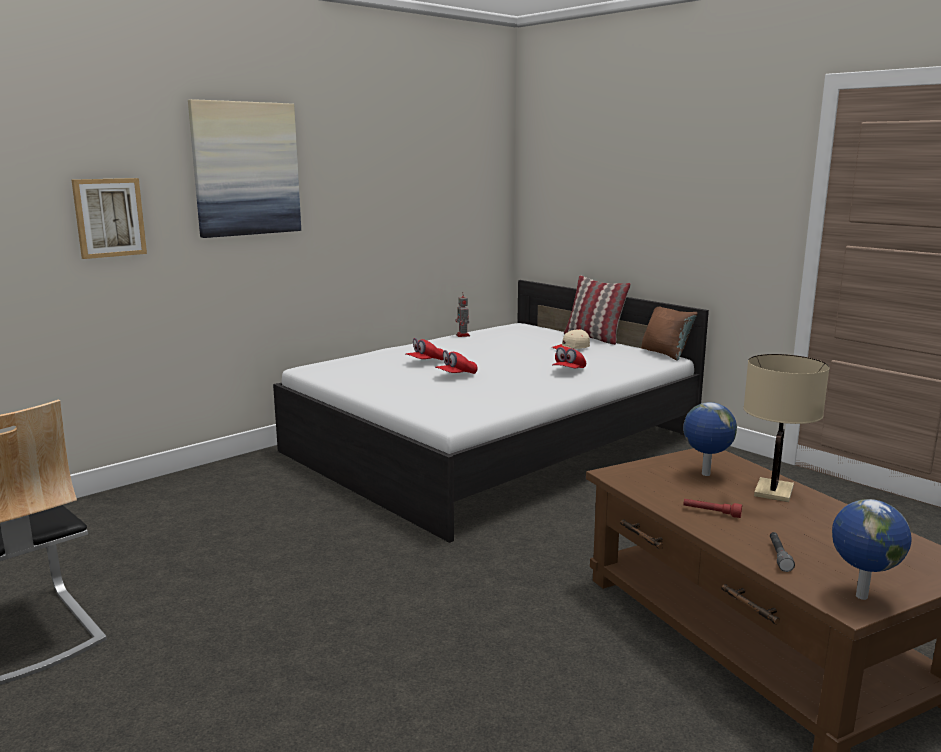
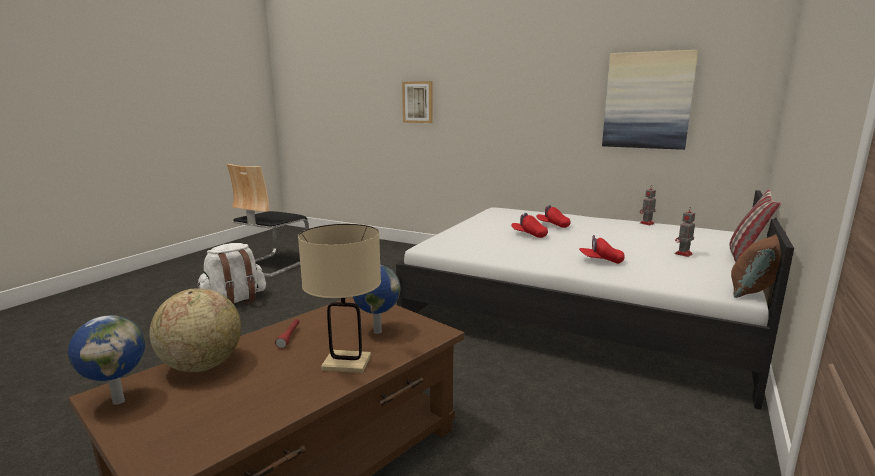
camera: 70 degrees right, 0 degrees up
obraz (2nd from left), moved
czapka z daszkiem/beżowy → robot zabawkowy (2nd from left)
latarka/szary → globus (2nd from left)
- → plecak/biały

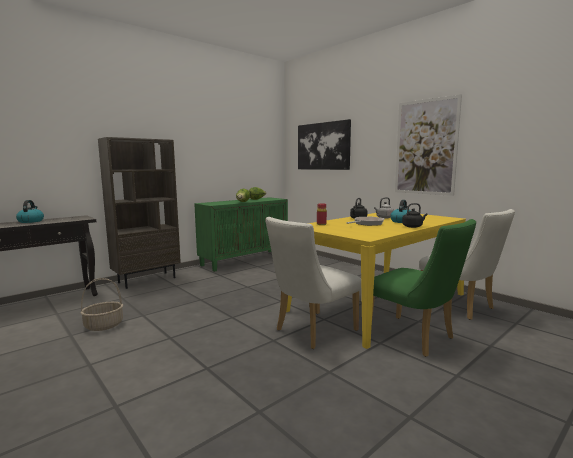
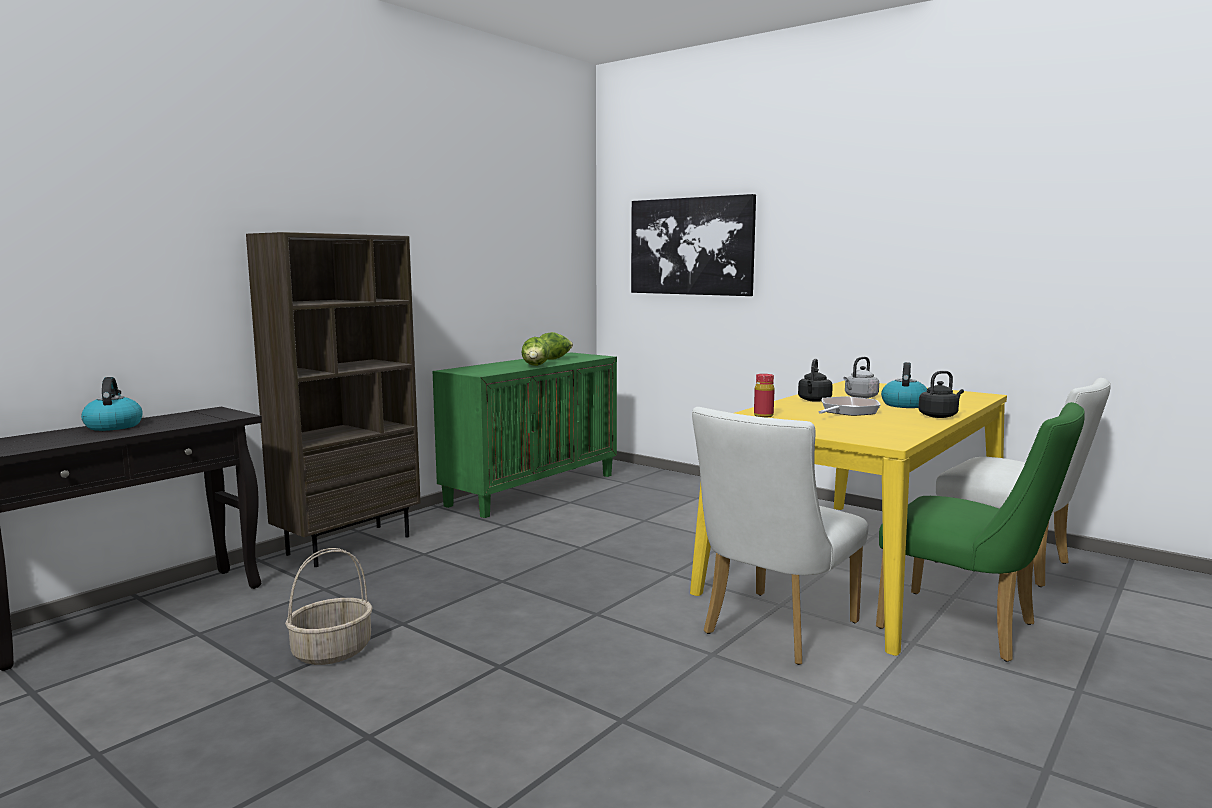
camera: 10 degrees left, 0 degrees up
obraz (2nd from left) → -

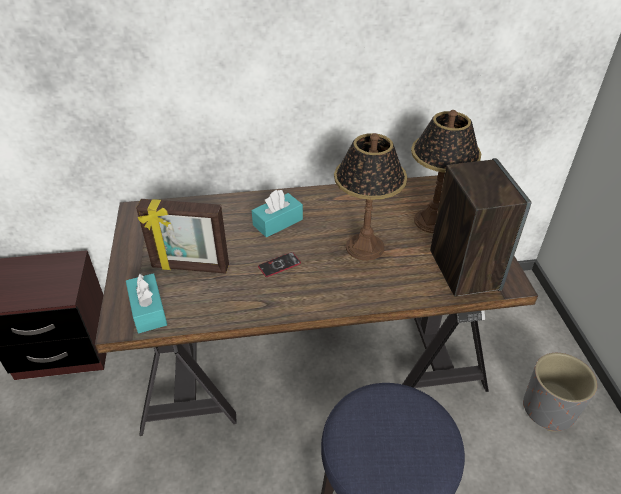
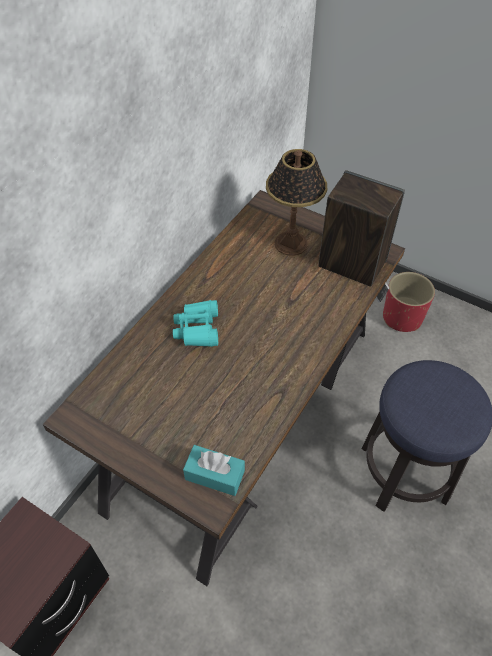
camera: 50 degrees left, 10 degrees up
ramka na zdjęcie → -
pudełko chusteczek/turkusowy (2nd from left) → lornetka/turkusowy
telefon → -
lampa stołowa (1st from left) → -
donica/szary → donica/czerwony

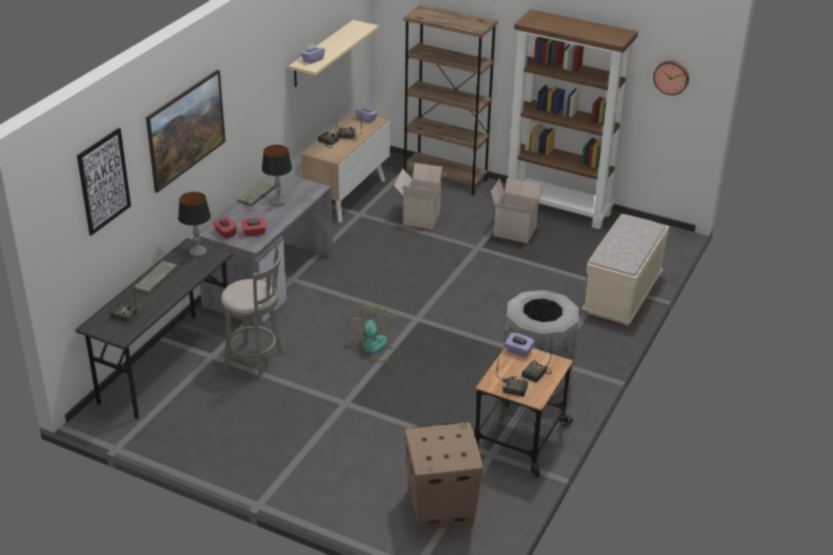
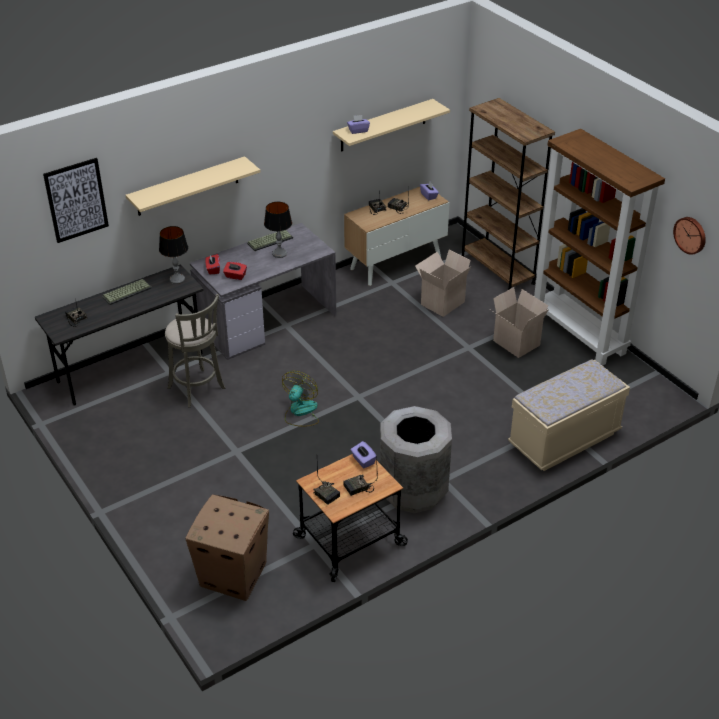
camera: 30 degrees right, 5 degrees up
obraz (2nd from left) → półka/beżowy (1st from left)

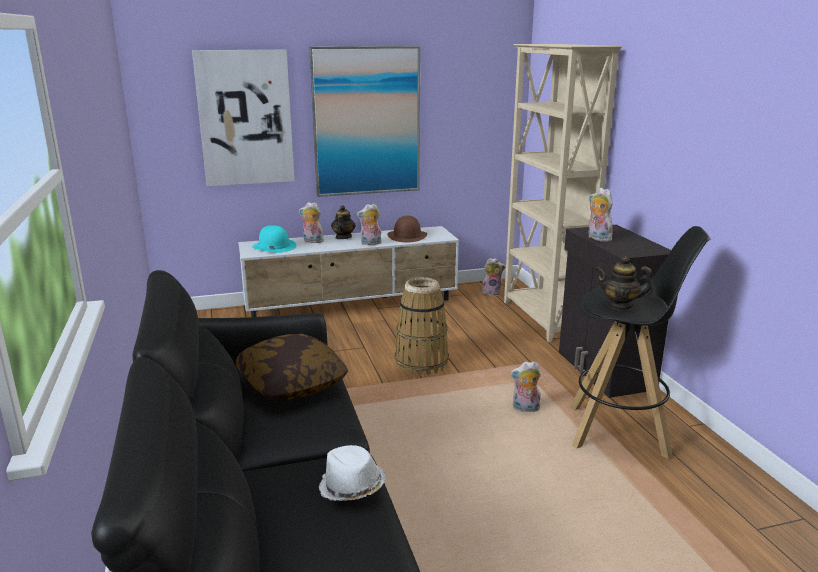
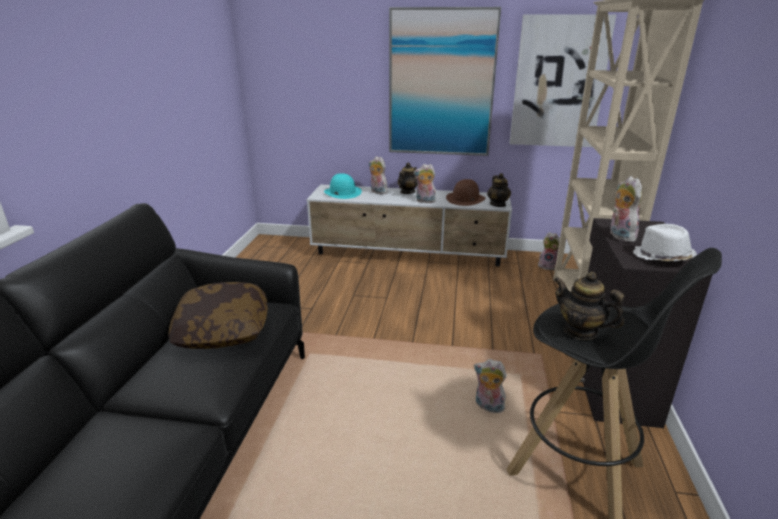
camera: 25 degrees right, 5 degrees up
obraz (1st from left in the first image) → obraz (2nd from left), moved
kapelusz/biały, moved
koszyk → -
- → imbryk (2nd from left)

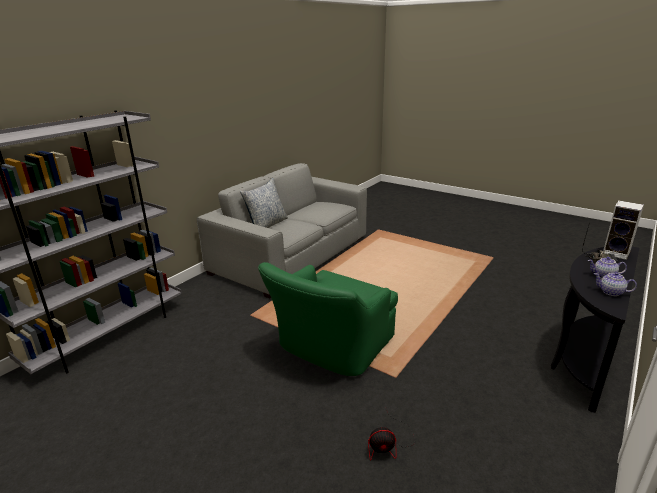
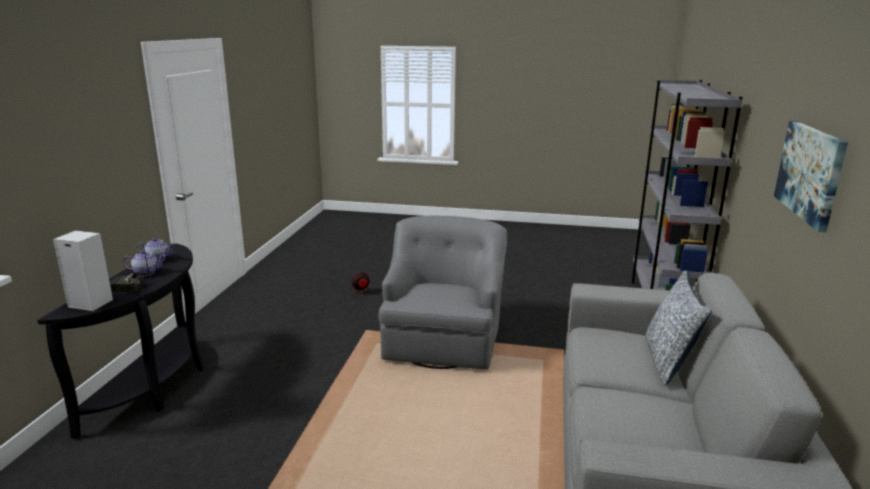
camera: 155 degrees right, 5 degrees down
fotel/zielony → fotel/szary
- → obraz

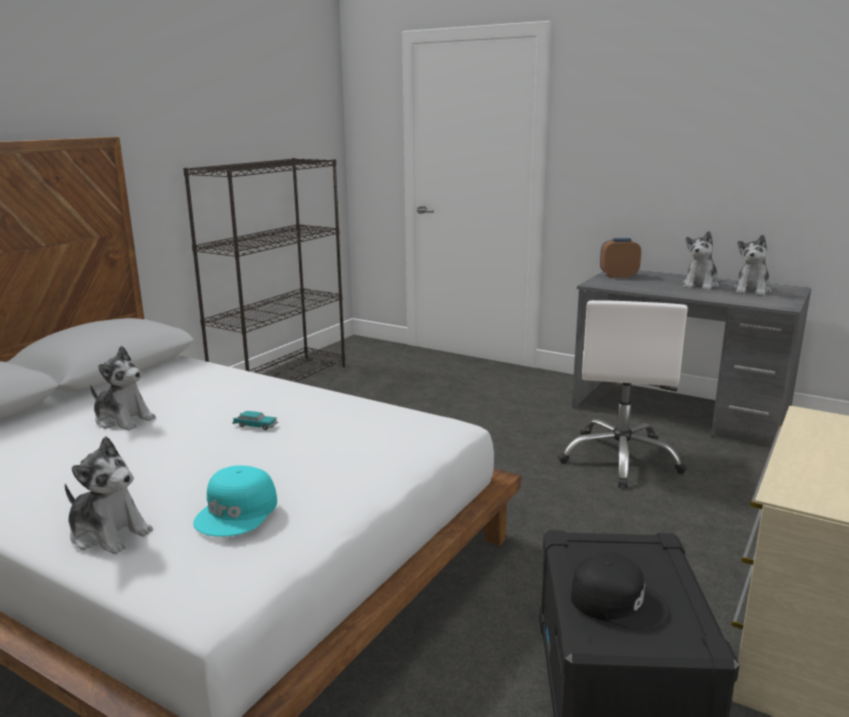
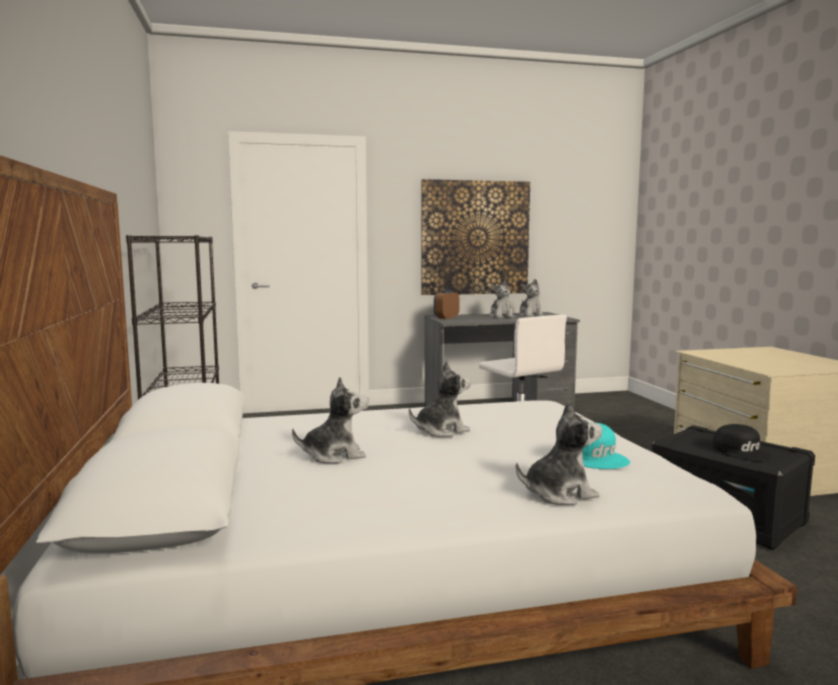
camera: 45 degrees left, 10 degrees down
samochodzik → pluszak (2nd from left)
czapka z daszkiem/czarny, 90 degrees clockwise
- → obraz

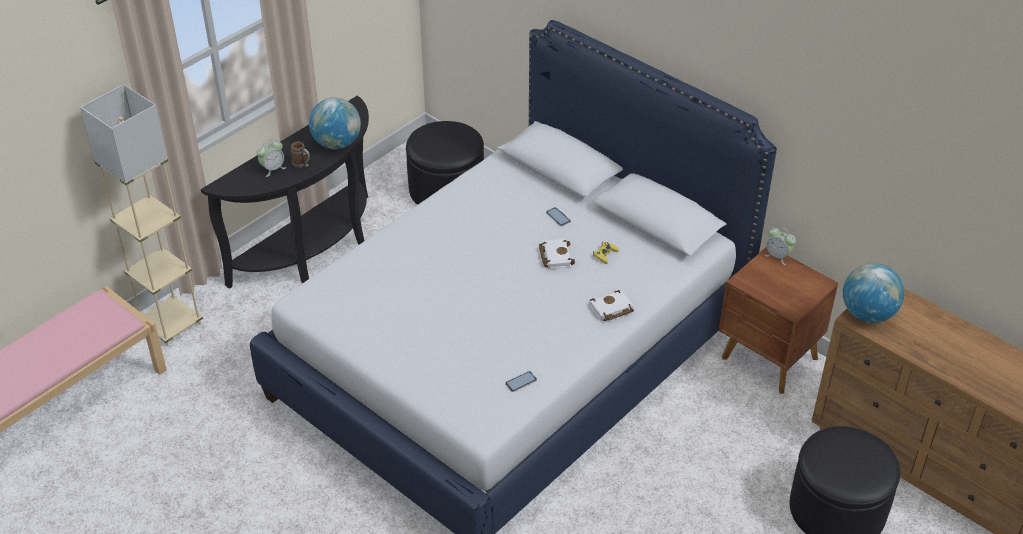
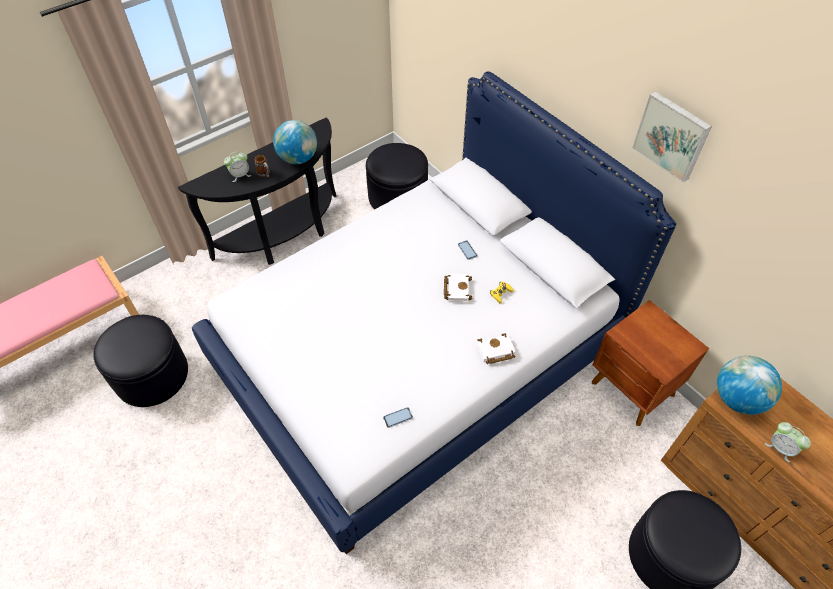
camera: 10 degrees right, 10 degrees up
lampa stojąca/beżowy → -
budzik (2nd from left), moved
- → pufa/czarny (1st from left)
- → obraz

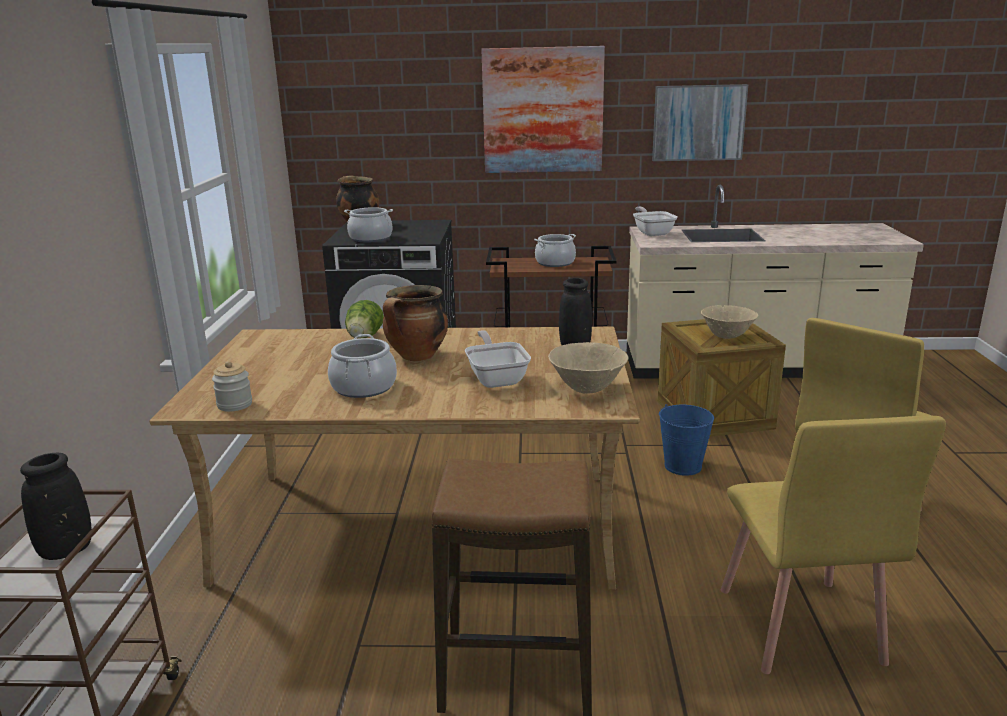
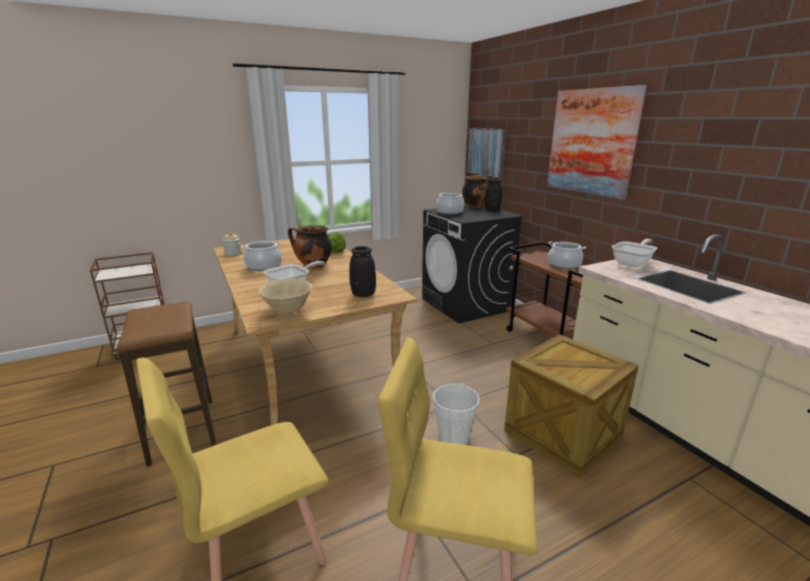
camera: 60 degrees right, 0 degrees up
wazon/czarny (1st from left in the first image) → wazon/czarny (2nd from left), moved
obraz (2nd from left in the first image) → obraz (1st from left), moved
wiadro/niebieski → wiadro/biały
miska/beżowy (2nd from left) → -

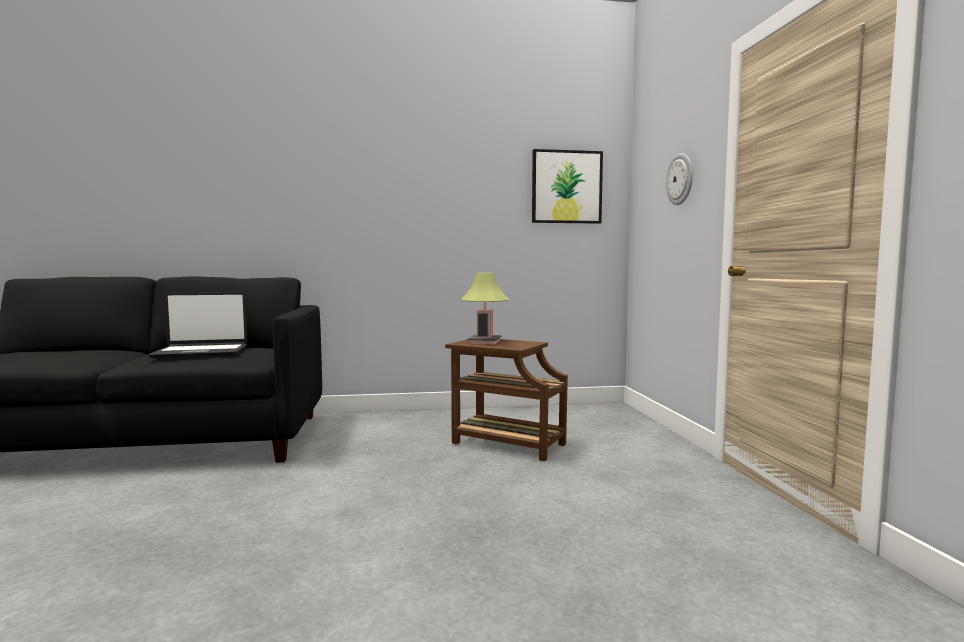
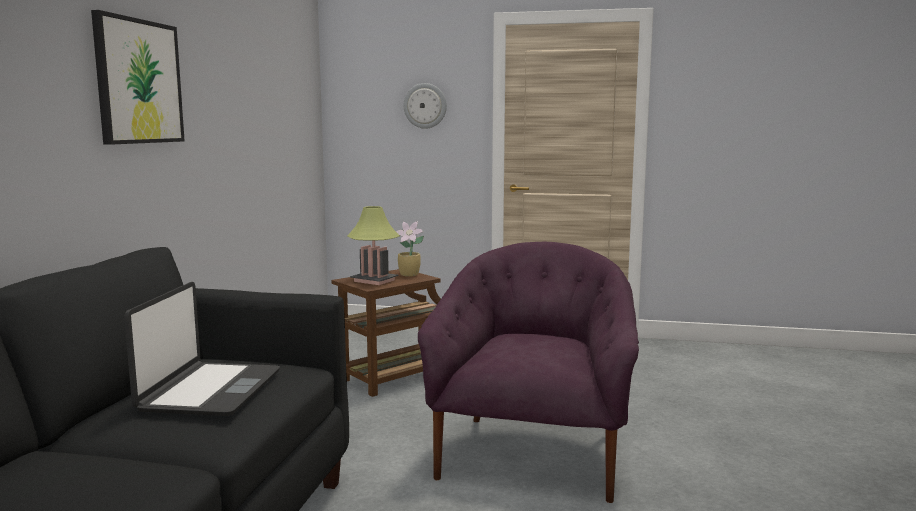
camera: 70 degrees left, 5 degrees up
obraz, moved
- → roślina doniczkowa
- → fotel/fioletowy

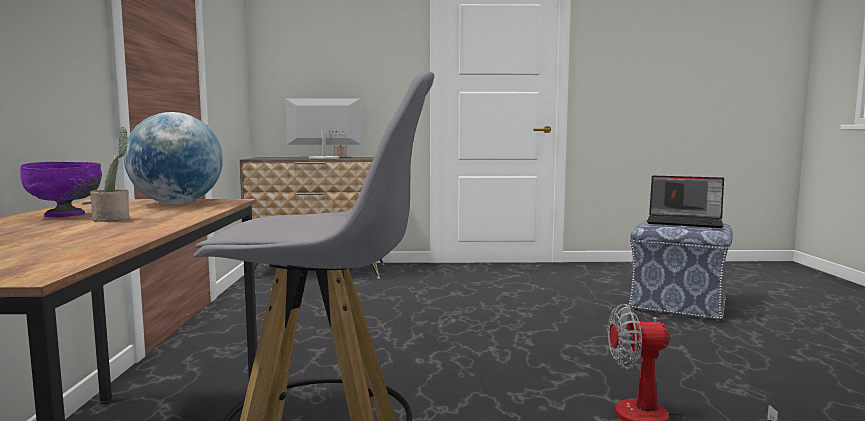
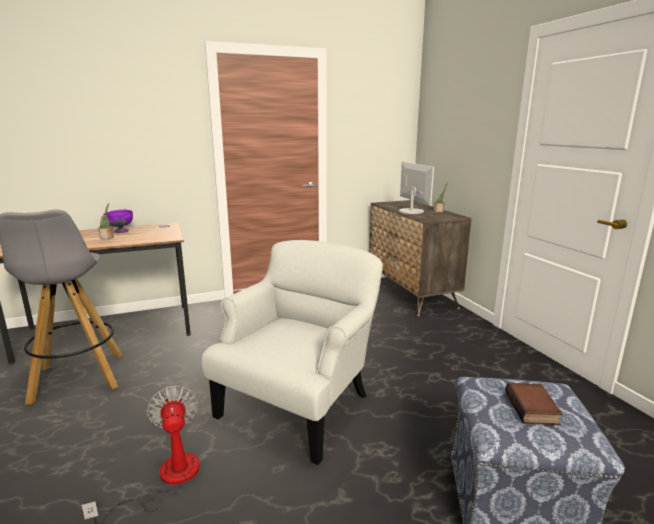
camera: 70 degrees right, 10 degrees up
globus → -
laptop → książka
- → fotel/biały

